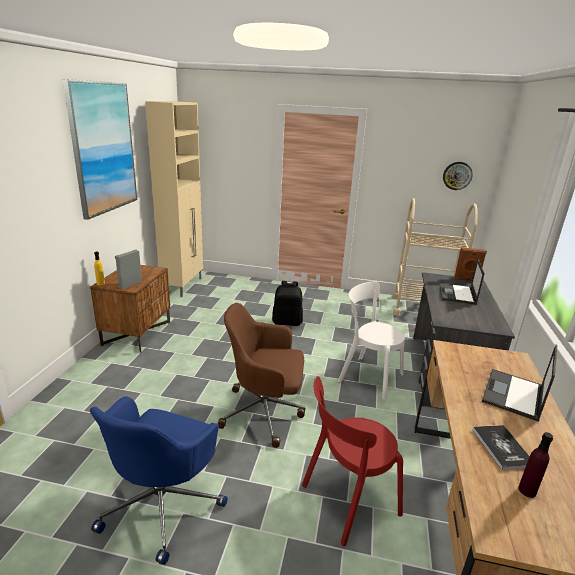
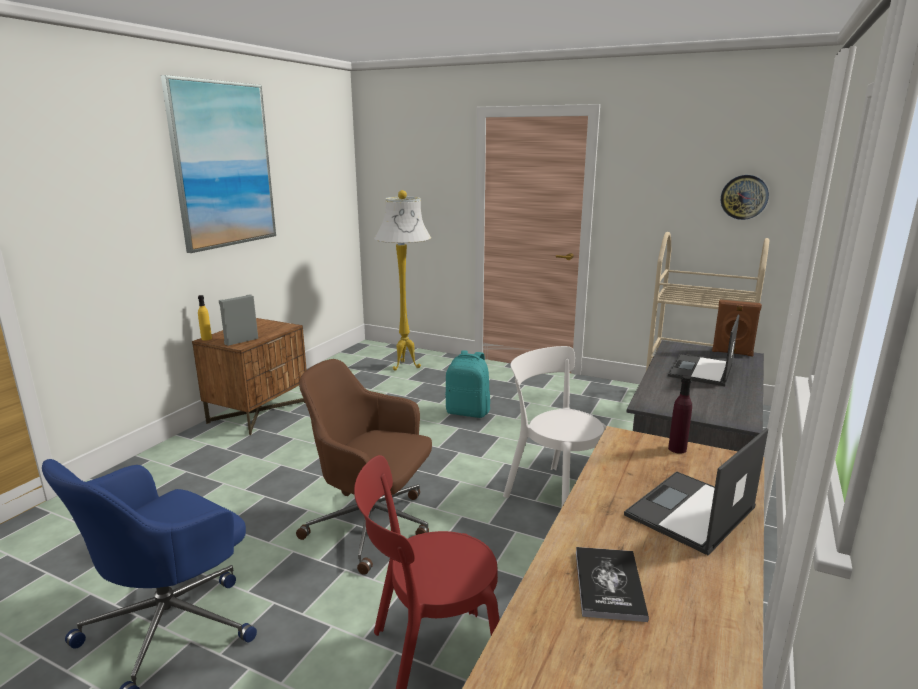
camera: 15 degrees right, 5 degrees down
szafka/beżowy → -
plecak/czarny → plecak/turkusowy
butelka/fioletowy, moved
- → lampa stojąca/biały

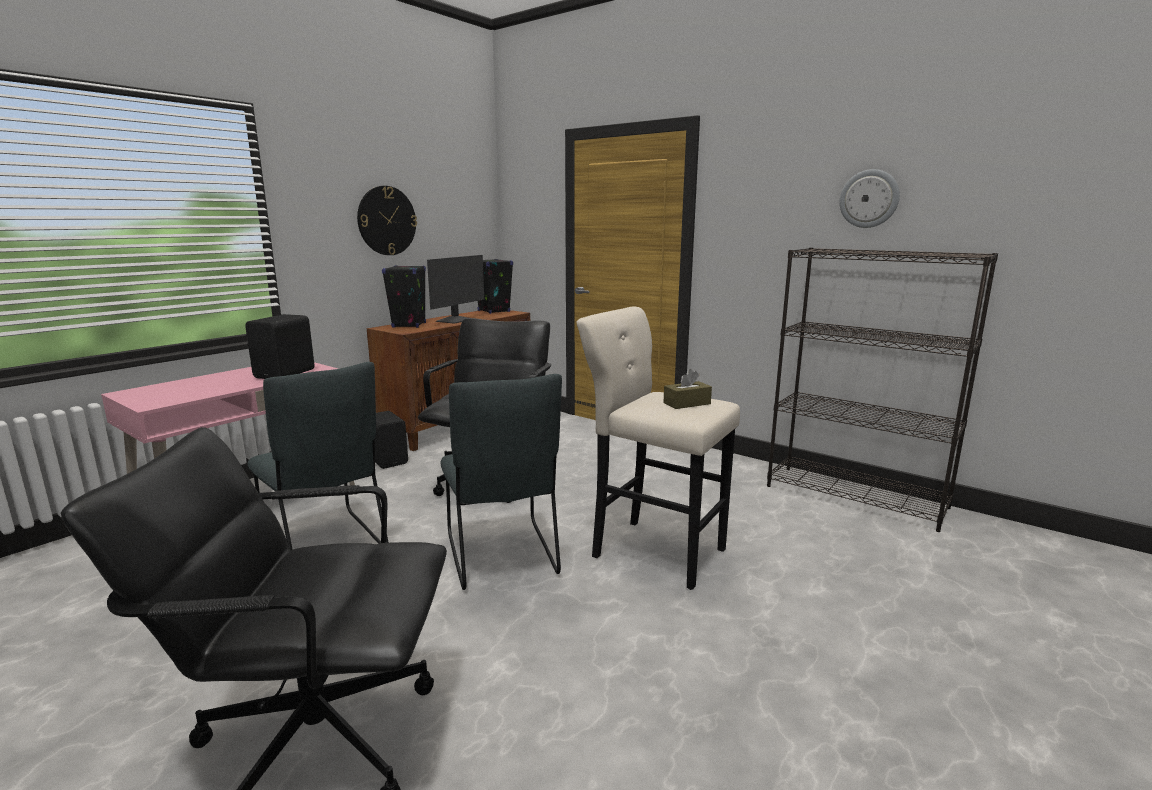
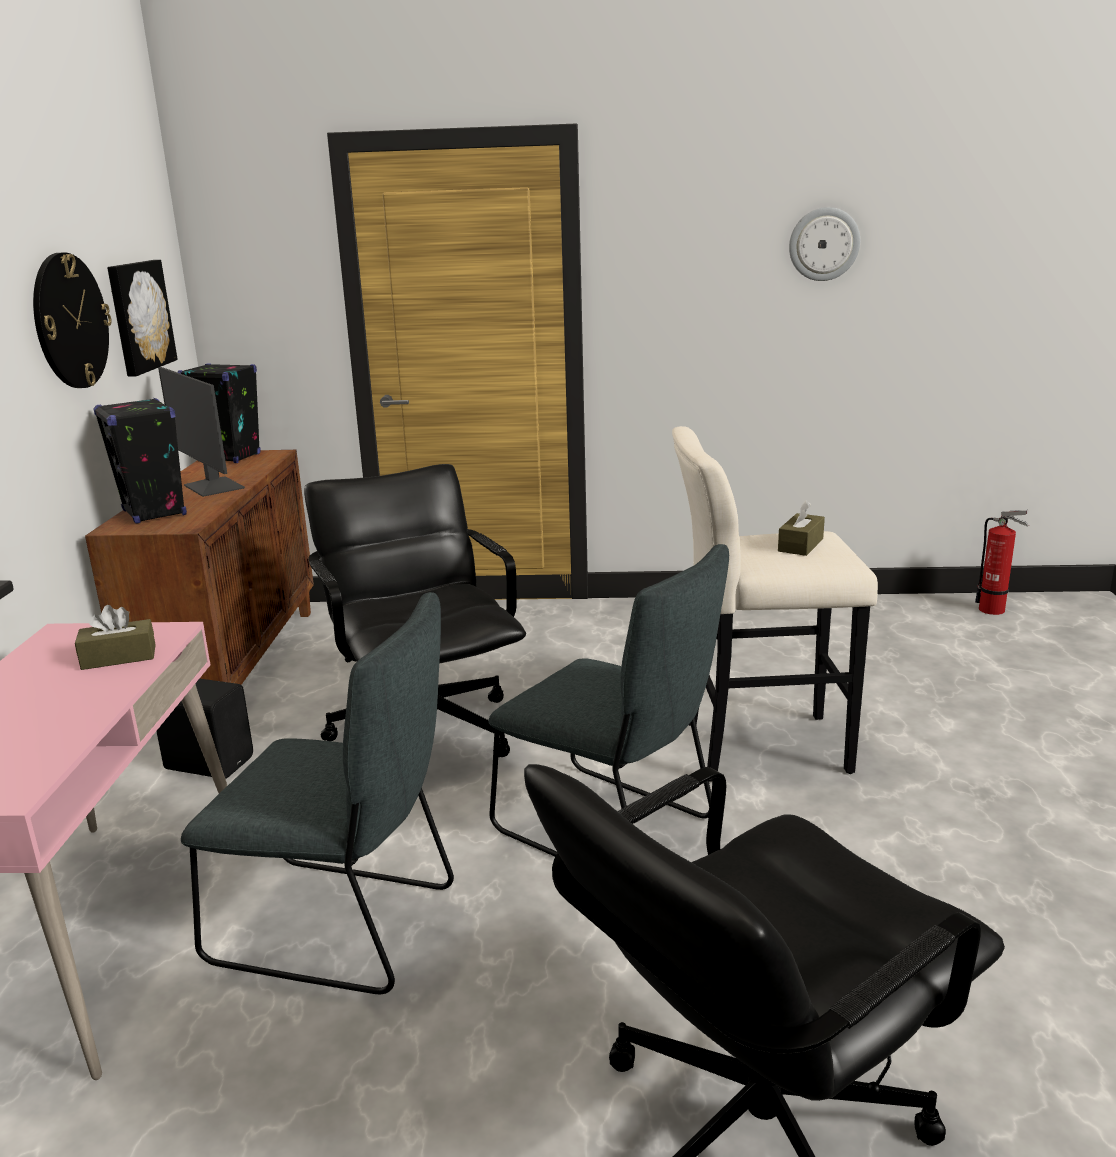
camera: 35 degrees left, 5 degrees up
głośnik/czarny (1st from left) → pudełko chusteczek/brązowy (1st from left)
monitor, 150 degrees clockwise
regał/czarny → -
- → obraz
- → gaśnica

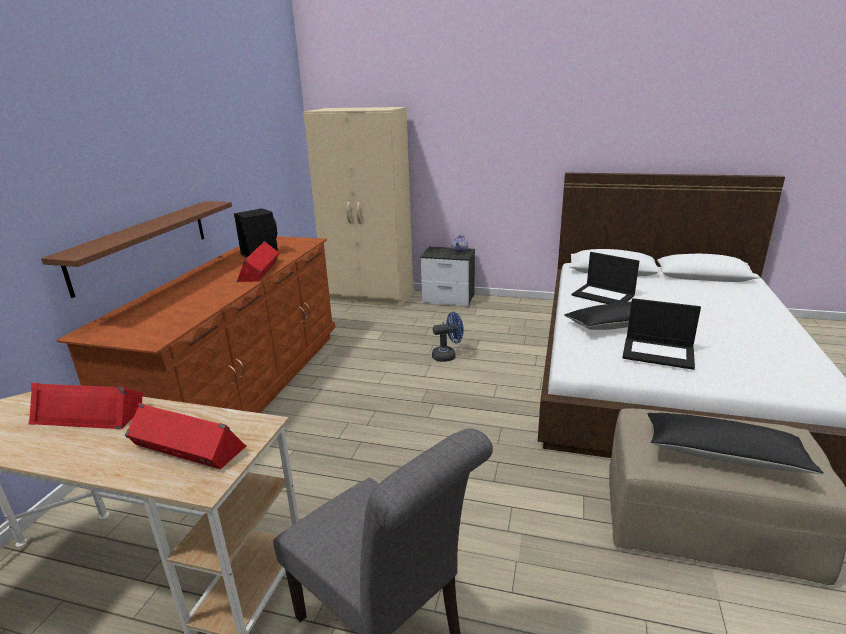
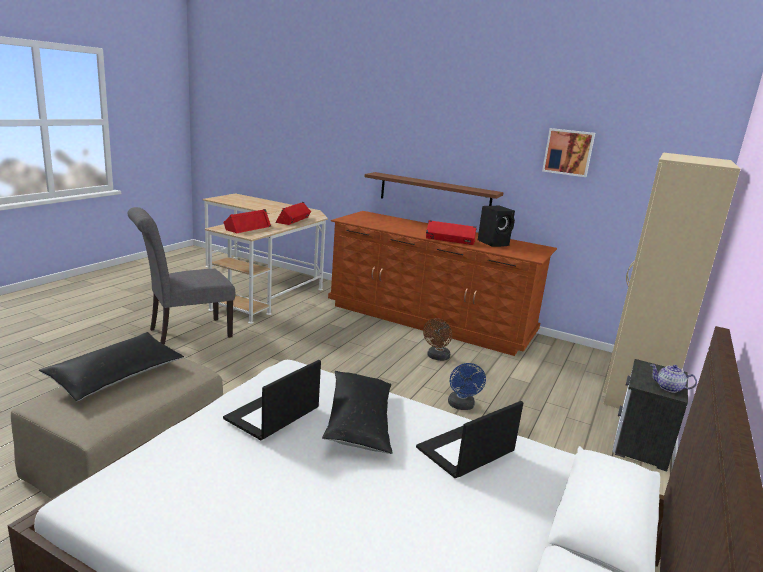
camera: 100 degrees right, 5 degrees down
- → wentylator/brązowy
- → obraz

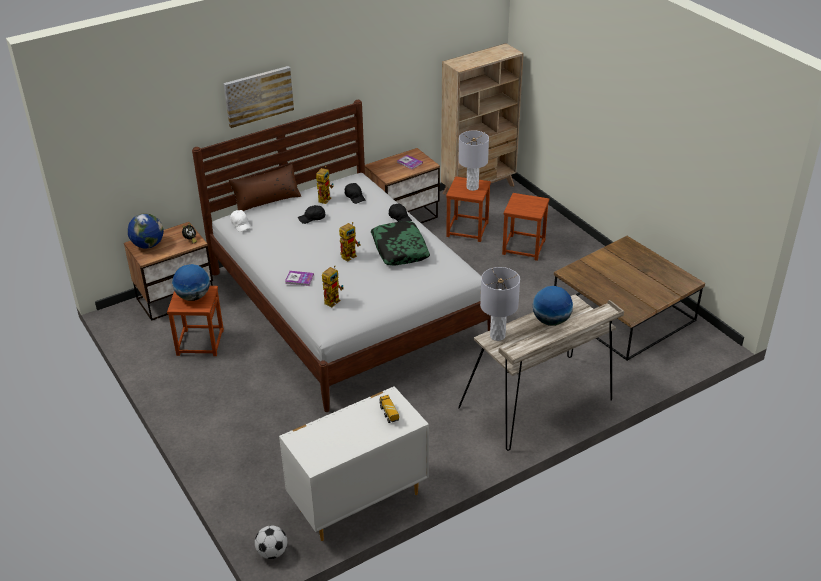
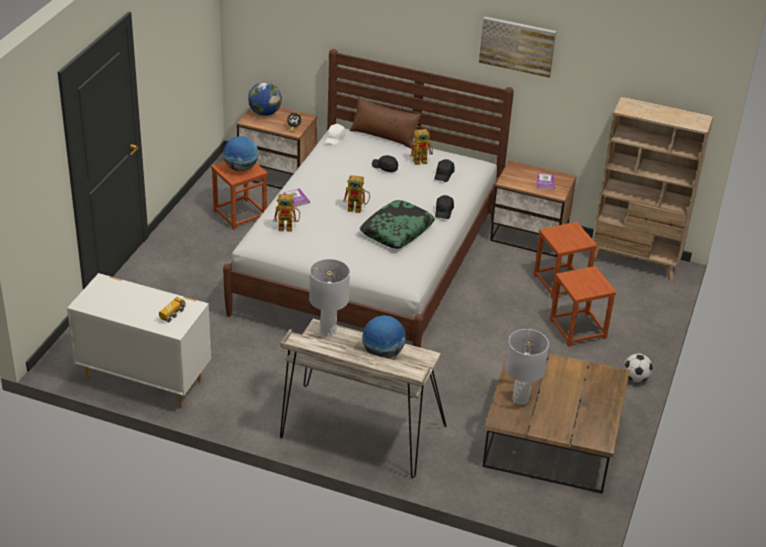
camera: 50 degrees right, 0 degrees up
obraz, moved
piłka futbolowa, moved
lampa stołowa/szary (1st from left in the first image) → lampa stołowa/szary (2nd from left), moved

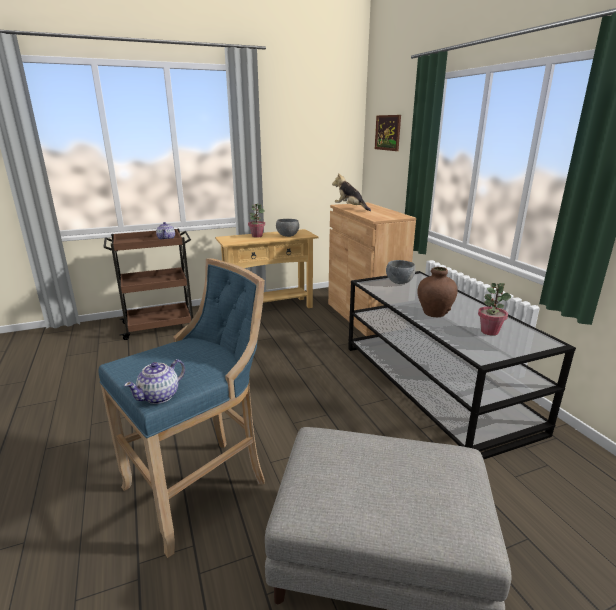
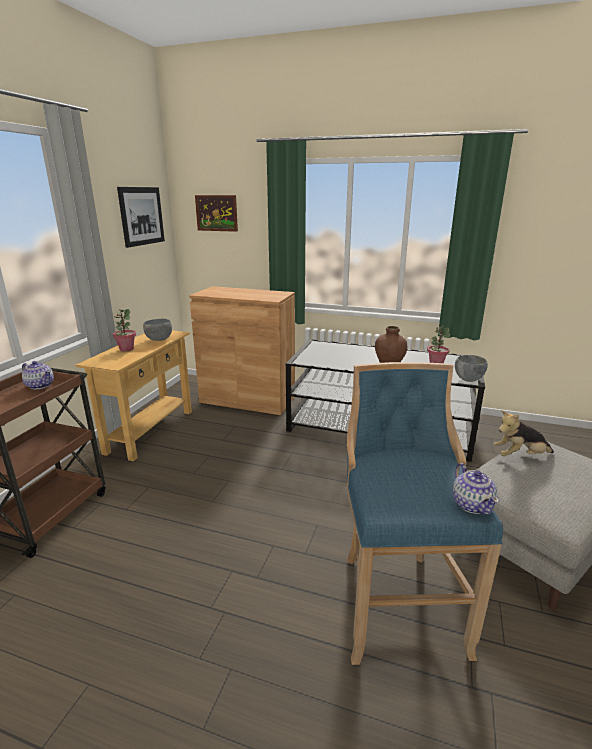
camera: 50 degrees left, 0 degrees up
pluszak, moved
miska/szary (2nd from left), moved
- → obraz (1st from left)

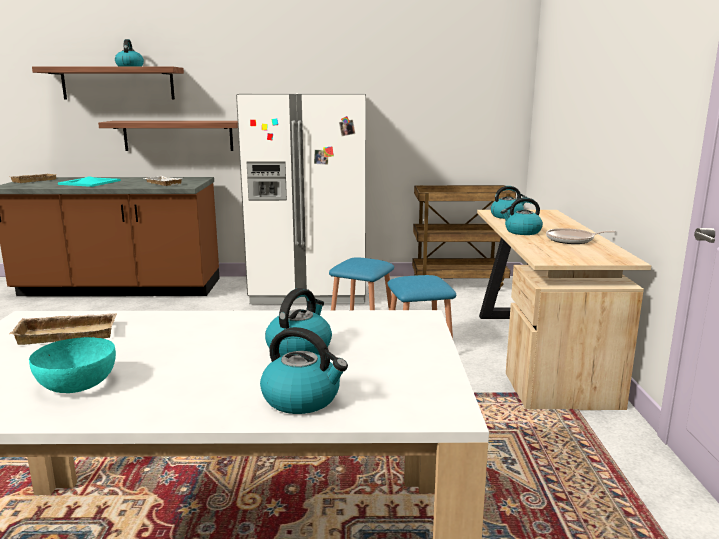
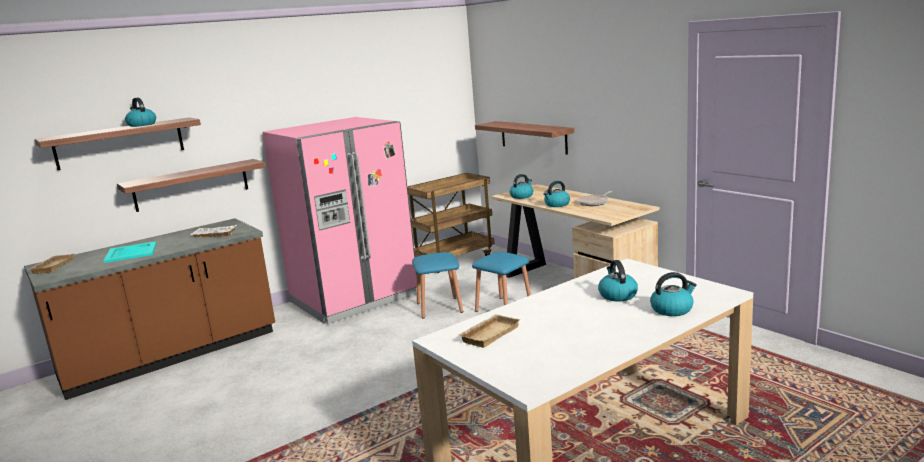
camera: 35 degrees left, 0 degrees up
miska/turkusowy → -
lodówka/biały → lodówka/różowy
- → półka (3rd from left)

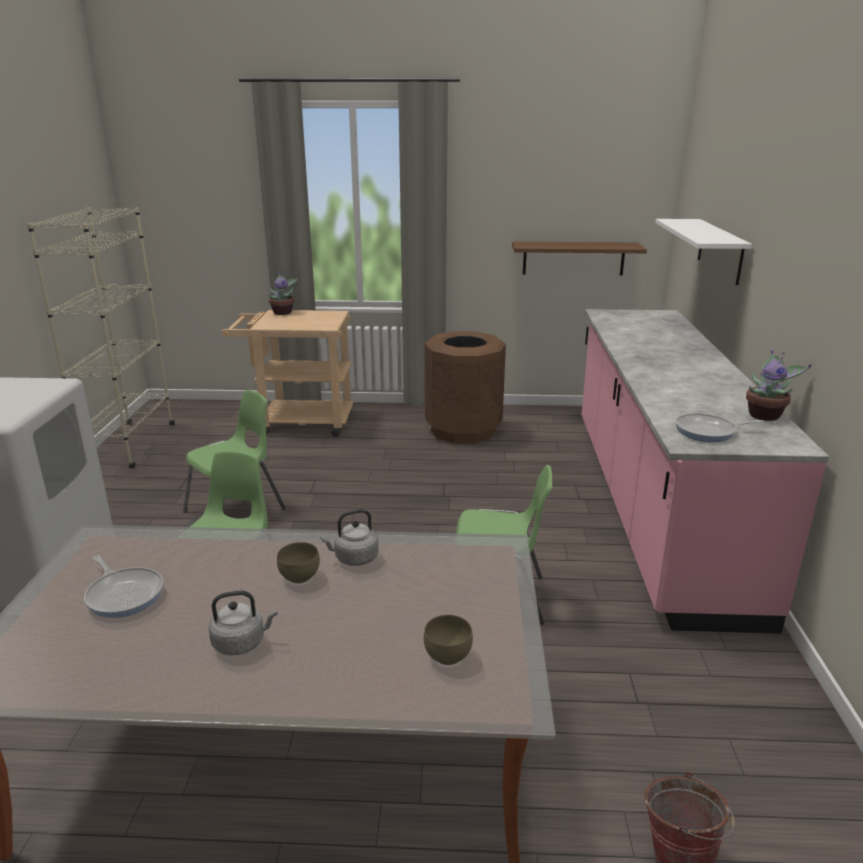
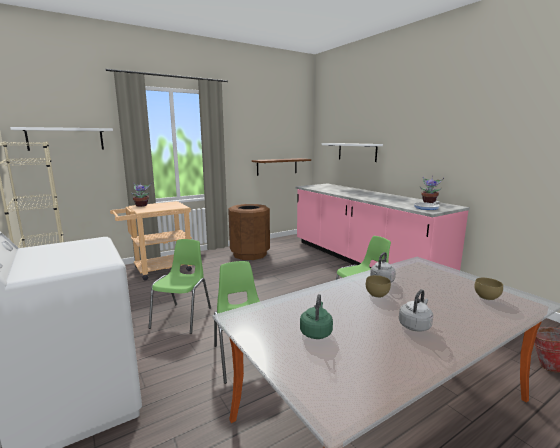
camera: 35 degrees left, 10 degrees down
patelnia (1st from left) → czajnik/zielony
- → półka/biały (1st from left)

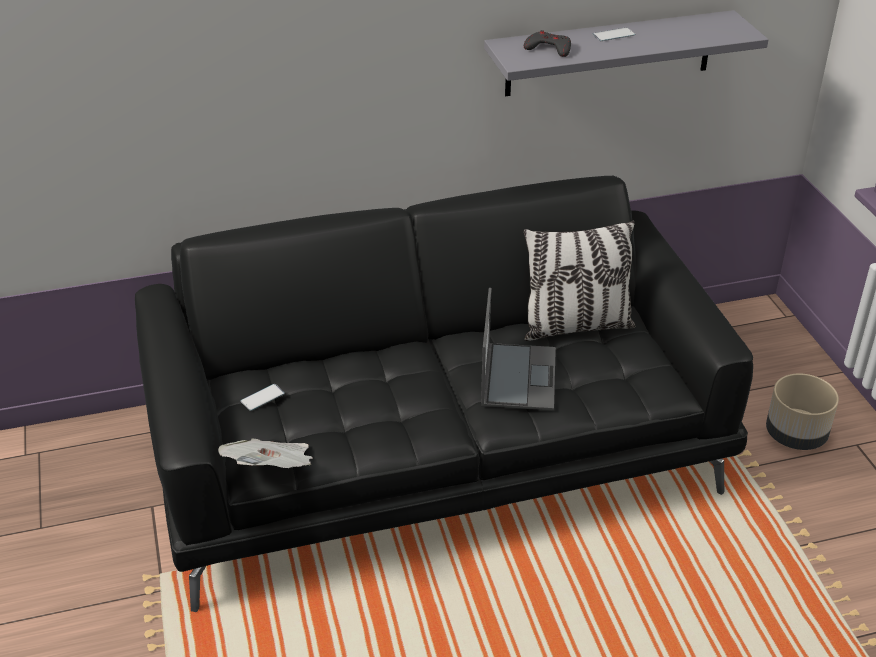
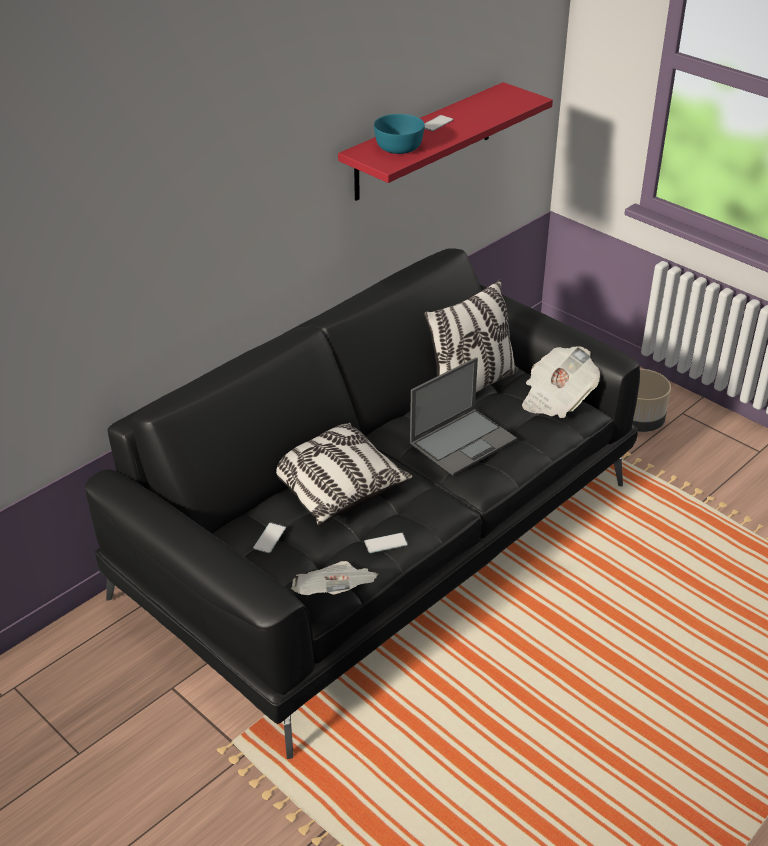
camera: 30 degrees left, 0 degrees up
laptop, 75 degrees clockwise
półka/szary → półka/czerwony
pad do gier/szary → miska/turkusowy
- → poduszka (1st from left)
- → telefon (2nd from left)
- → gazeta (2nd from left)

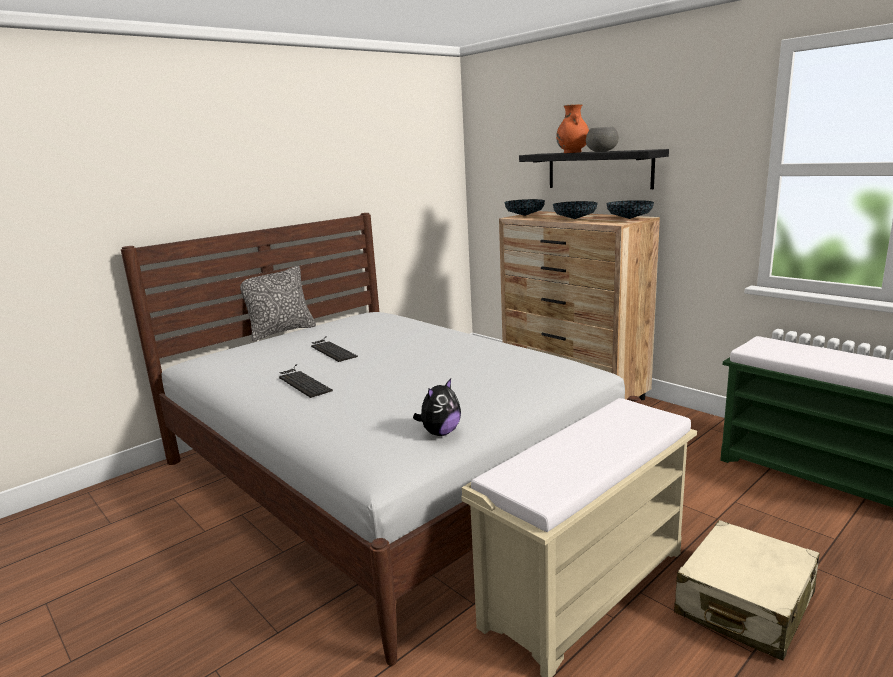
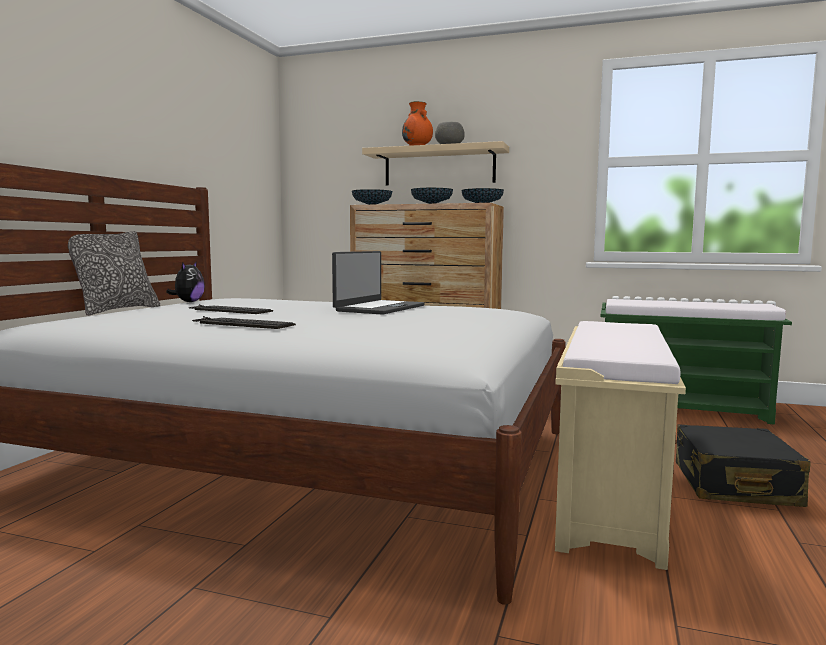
camera: 30 degrees left, 10 degrees down
pluszak, moved
półka/czarny → półka/beżowy
walizka/beżowy → walizka/czarny
- → laptop

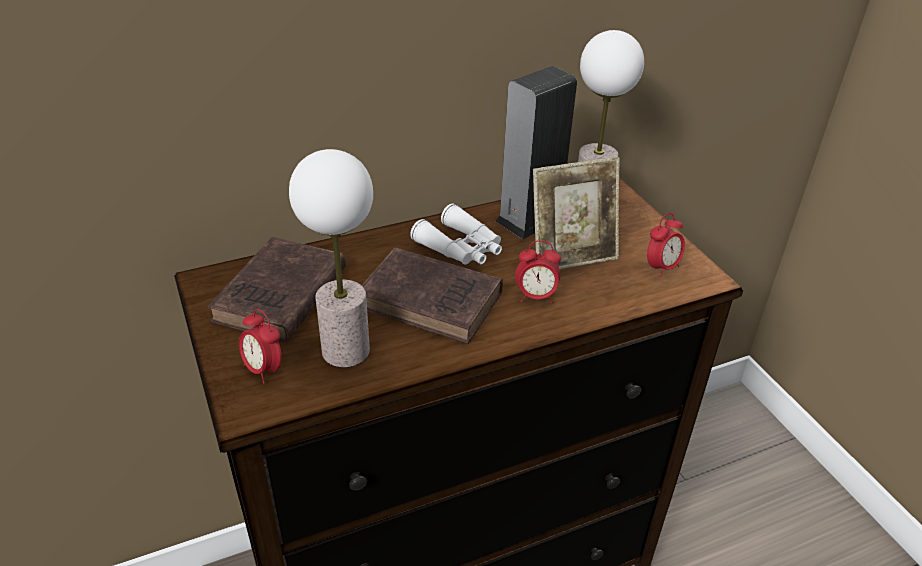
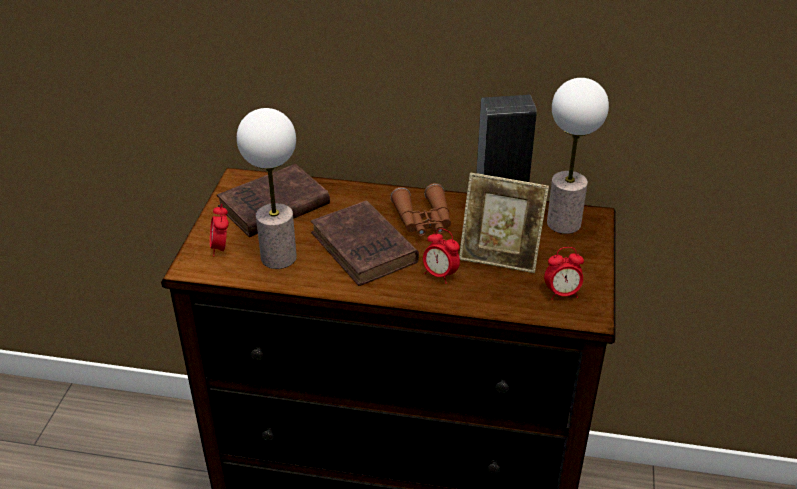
camera: 35 degrees right, 0 degrees up
lornetka/biały → lornetka/brązowy

